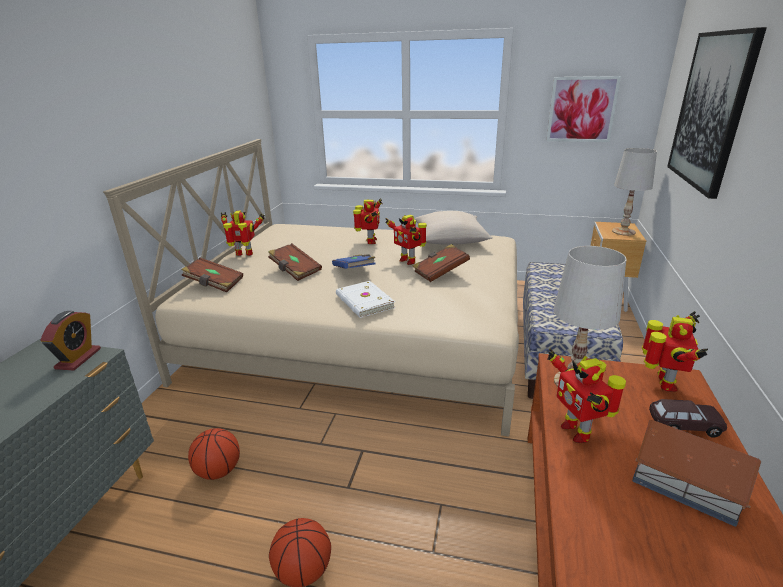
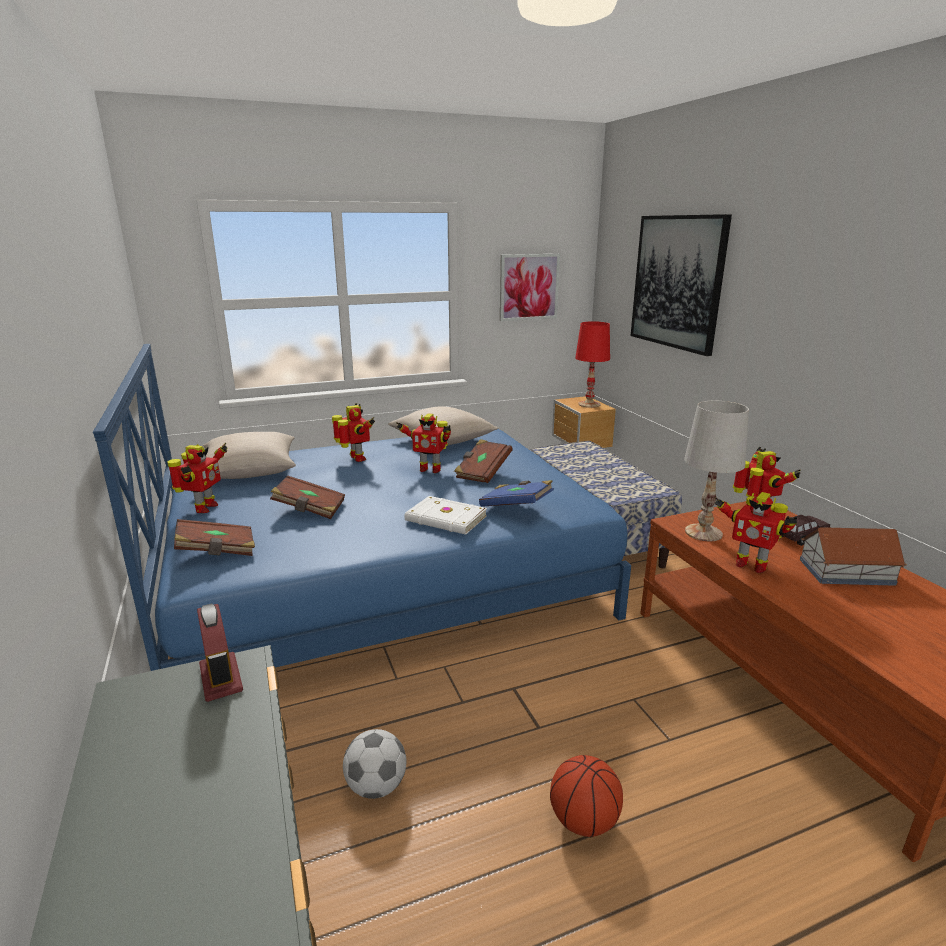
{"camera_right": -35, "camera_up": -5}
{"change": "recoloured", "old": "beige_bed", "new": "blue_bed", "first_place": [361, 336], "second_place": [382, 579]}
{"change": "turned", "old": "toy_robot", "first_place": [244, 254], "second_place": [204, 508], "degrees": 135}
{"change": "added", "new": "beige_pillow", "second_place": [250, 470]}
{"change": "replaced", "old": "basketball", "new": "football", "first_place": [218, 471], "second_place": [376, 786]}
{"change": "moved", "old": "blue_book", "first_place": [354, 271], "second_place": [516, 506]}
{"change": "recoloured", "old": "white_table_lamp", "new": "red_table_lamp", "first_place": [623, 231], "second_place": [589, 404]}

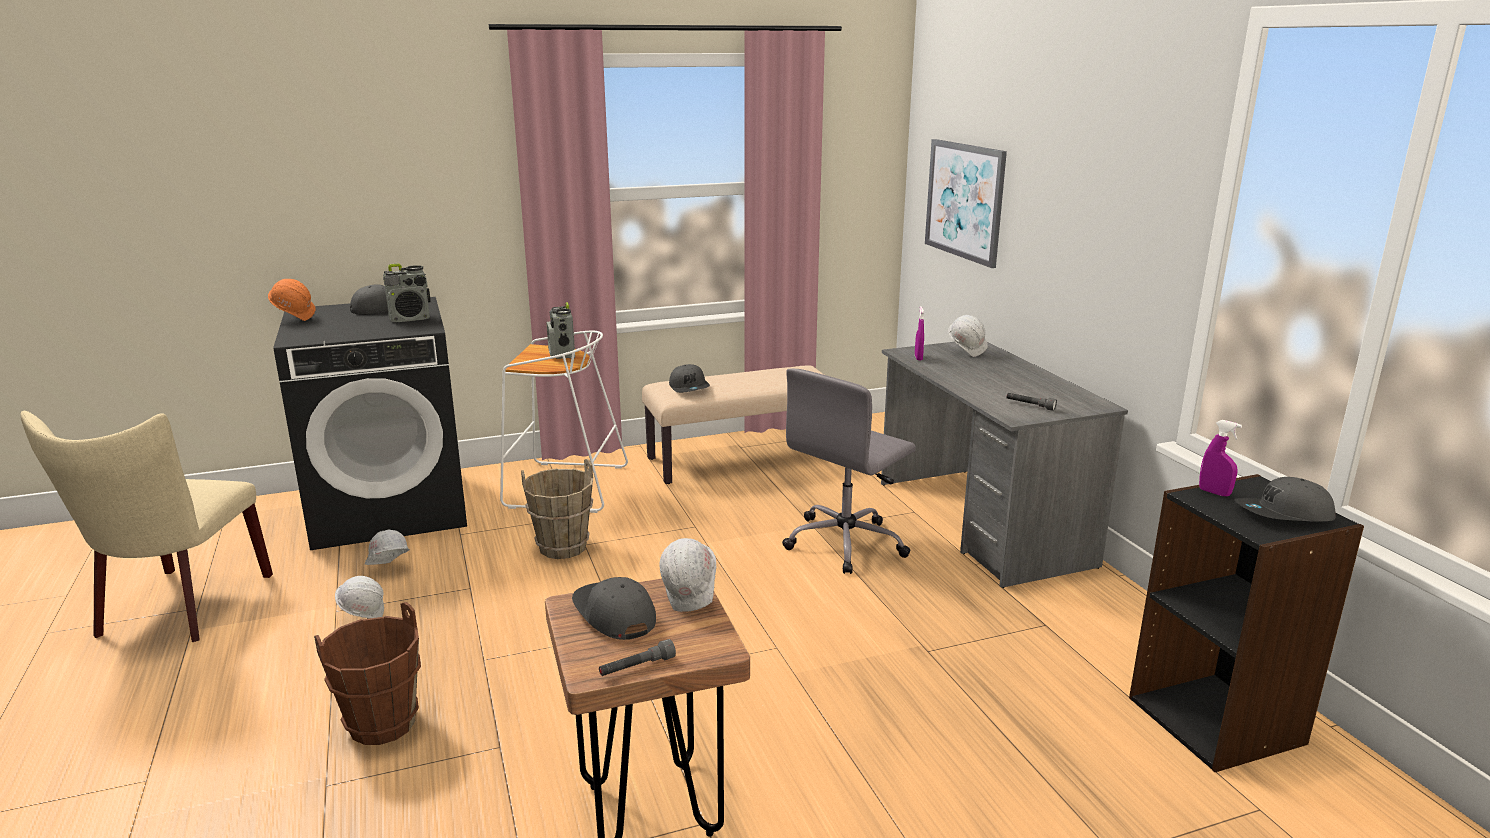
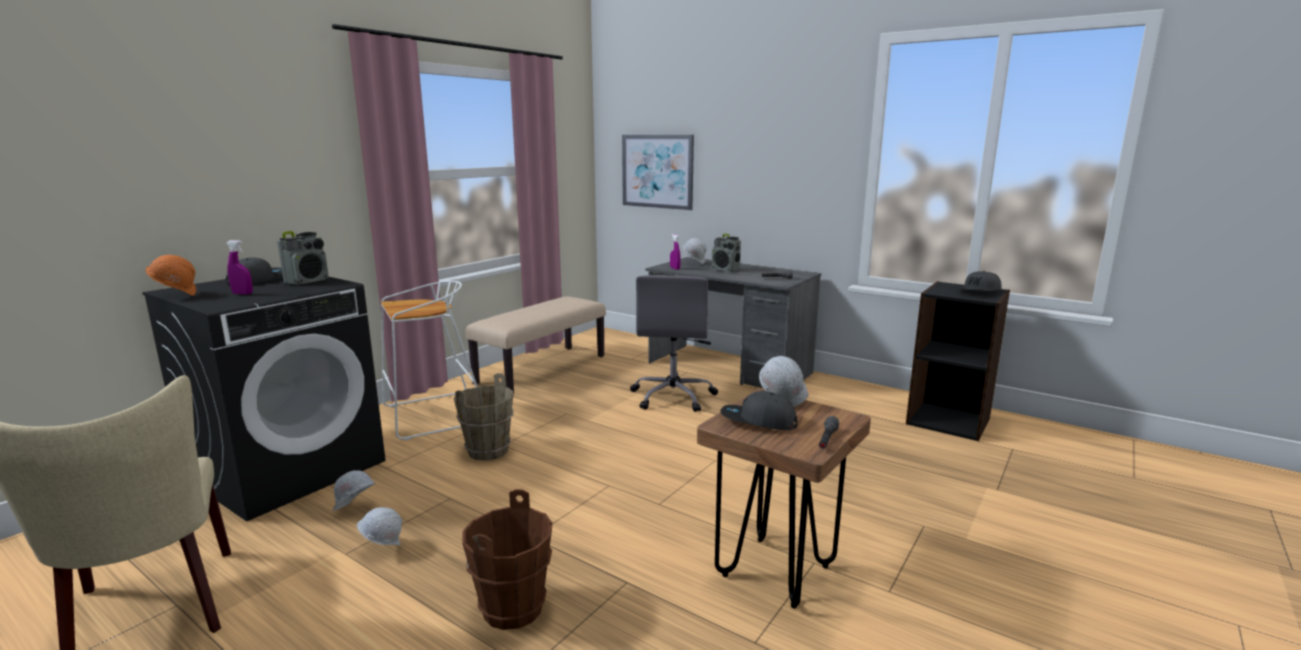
{"camera_right": -35, "camera_up": -5}
{"change": "moved", "old": "purple_spray_bottle", "first_place": [1214, 492], "second_place": [242, 294]}
{"change": "moved", "old": "radio", "first_place": [562, 354], "second_place": [725, 270]}
{"change": "removed", "old": "grey_cap", "first_place": [689, 387]}

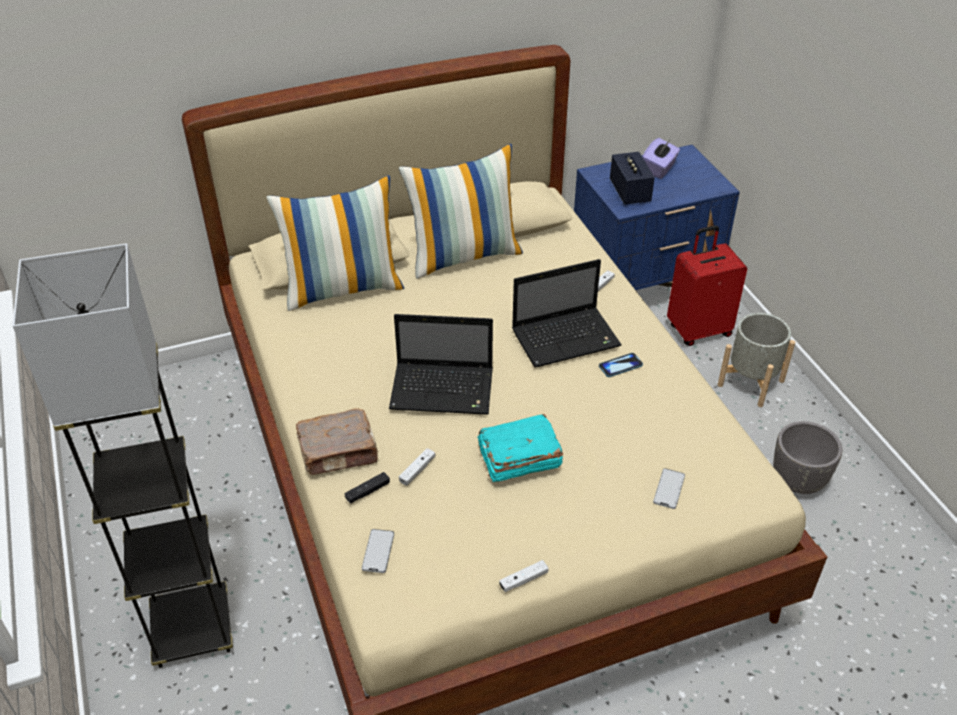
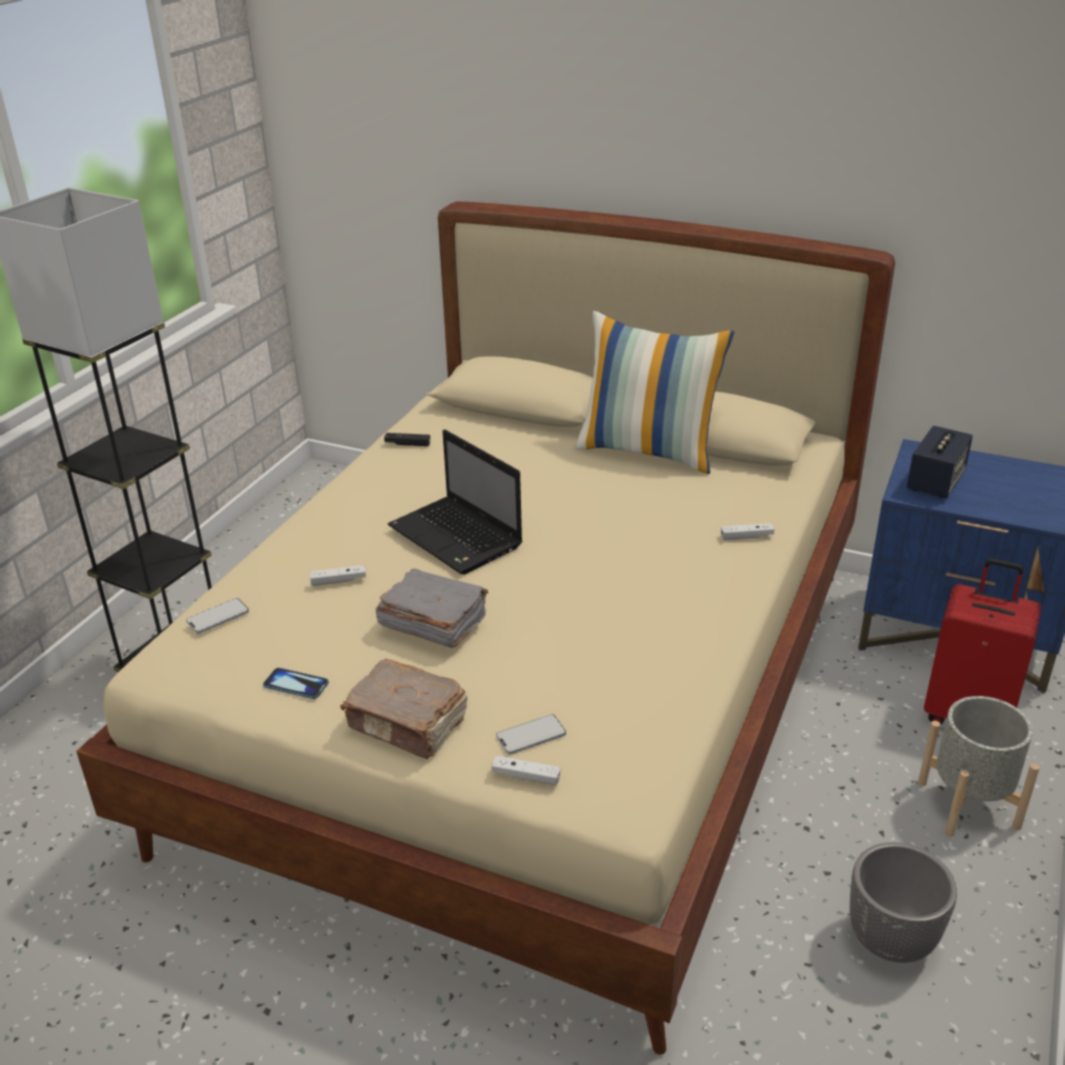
{"camera_right": 45, "camera_up": -10}
{"change": "moved", "old": "phone", "first_place": [620, 366], "second_place": [296, 685]}
{"change": "moved", "old": "brown_book", "first_place": [339, 452], "second_place": [408, 724]}
{"change": "recoloured", "old": "turquoise_book", "new": "grey_book", "first_place": [518, 459], "second_place": [432, 622]}
{"change": "moved", "old": "black_game_controller", "first_place": [367, 492], "second_place": [407, 444]}
{"change": "moved", "old": "white_game_controller", "first_place": [523, 580], "second_place": [526, 776]}
{"change": "removed", "old": "pillow", "first_place": [343, 288]}
{"change": "removed", "old": "laptop", "first_place": [567, 338]}
{"change": "removed", "old": "purple_tissue_box", "first_place": [659, 169]}

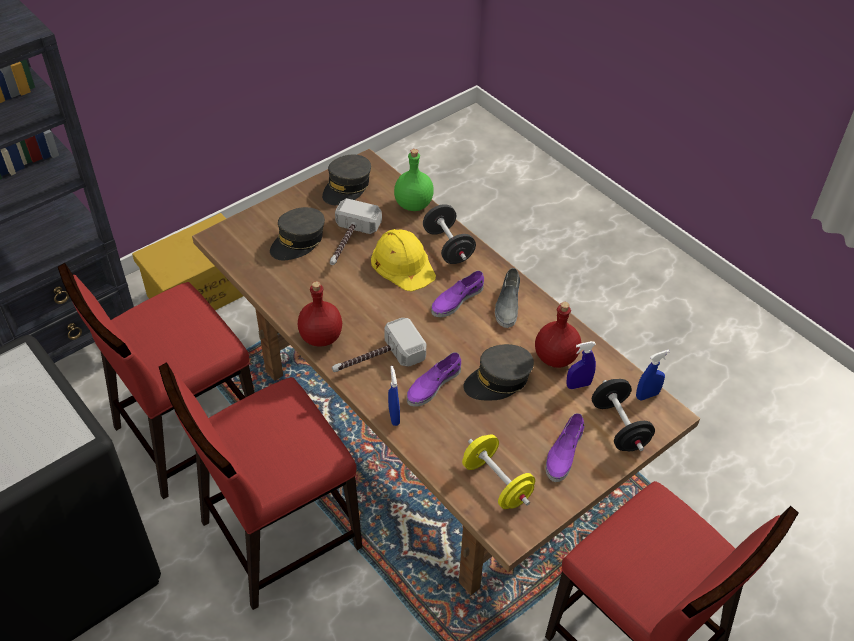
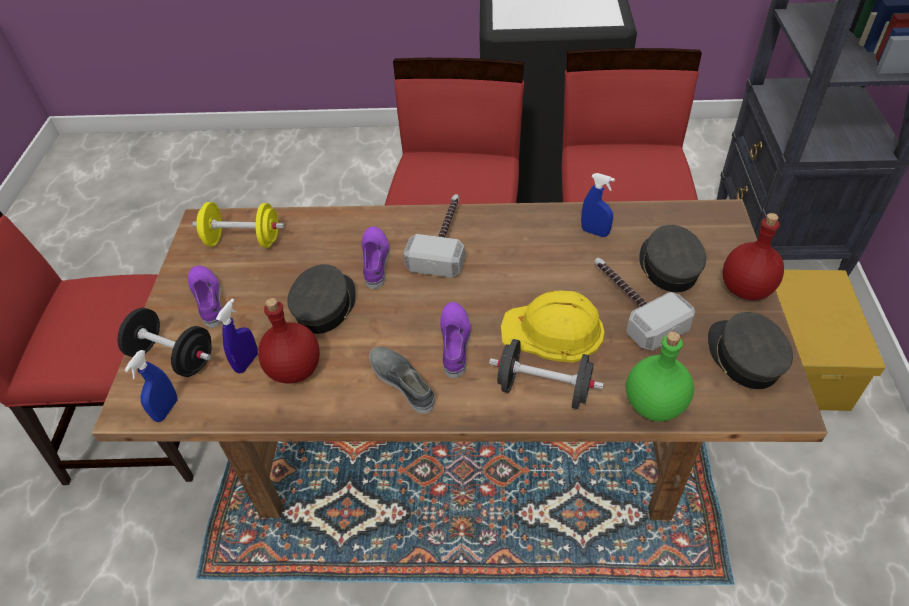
{"camera_right": 135, "camera_up": 0}
{"change": "moved", "old": "blue_spray_bottle", "first_place": [394, 416], "second_place": [595, 232]}
{"change": "moved", "old": "red_bottle", "first_place": [321, 338], "second_place": [745, 288]}

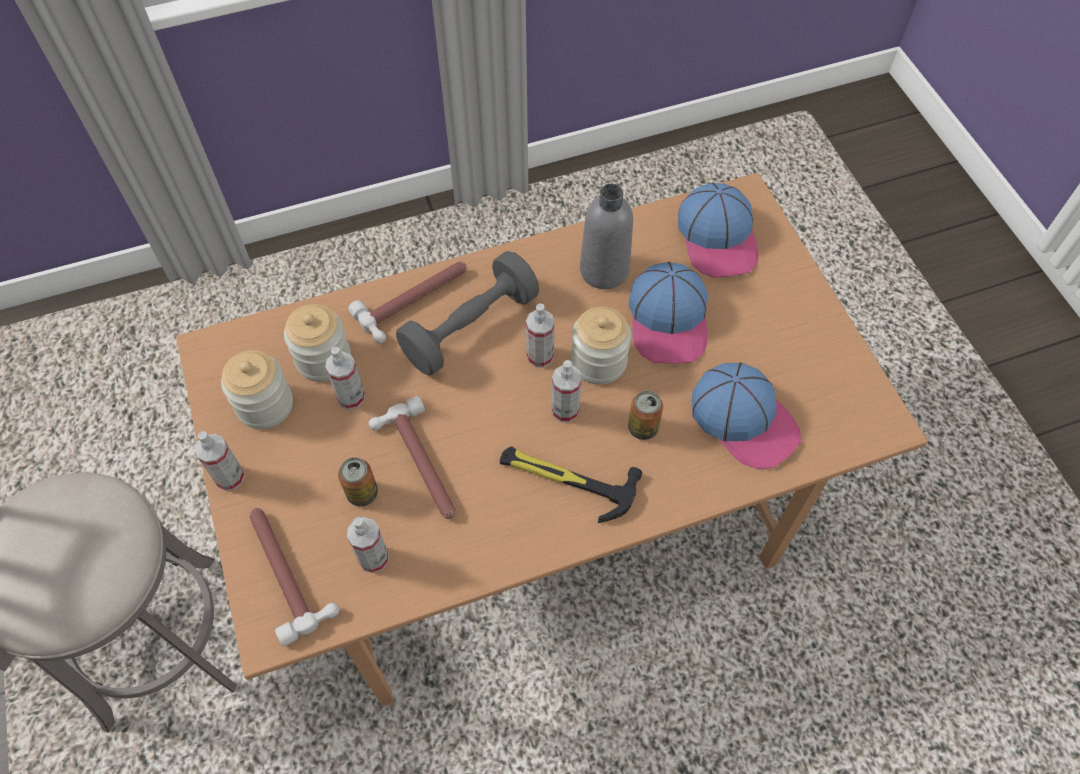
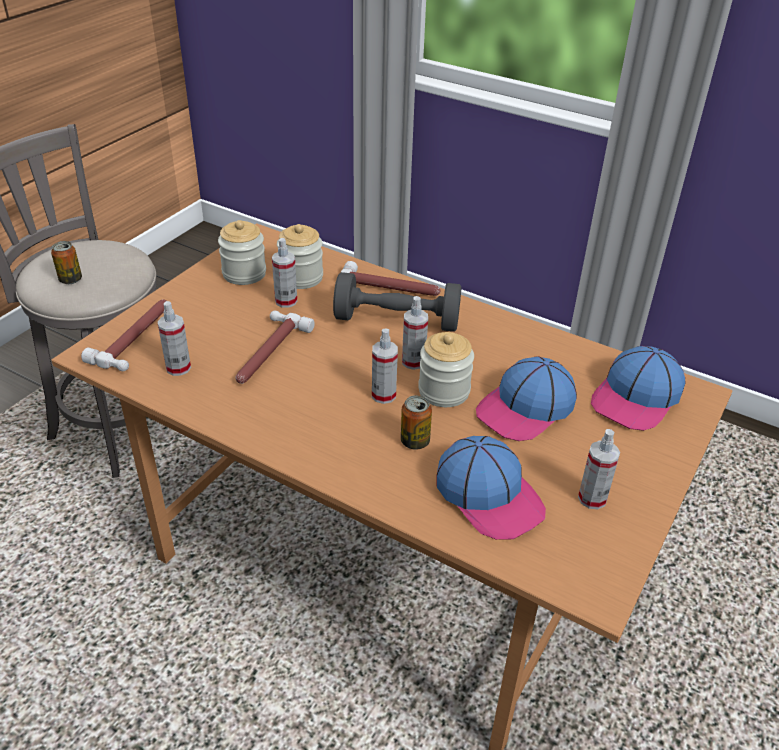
{"camera_right": 50, "camera_up": -20}
{"change": "moved", "old": "can", "first_place": [362, 493], "second_place": [70, 279]}
{"change": "turned", "old": "cap", "first_place": [744, 420], "second_place": [489, 495], "degrees": -45}
{"change": "moved", "old": "spray_bottle", "first_place": [230, 477], "second_place": [592, 498]}
{"change": "removed", "old": "hammer", "first_place": [566, 480]}
{"change": "removed", "old": "grey_bottle", "first_place": [604, 270]}

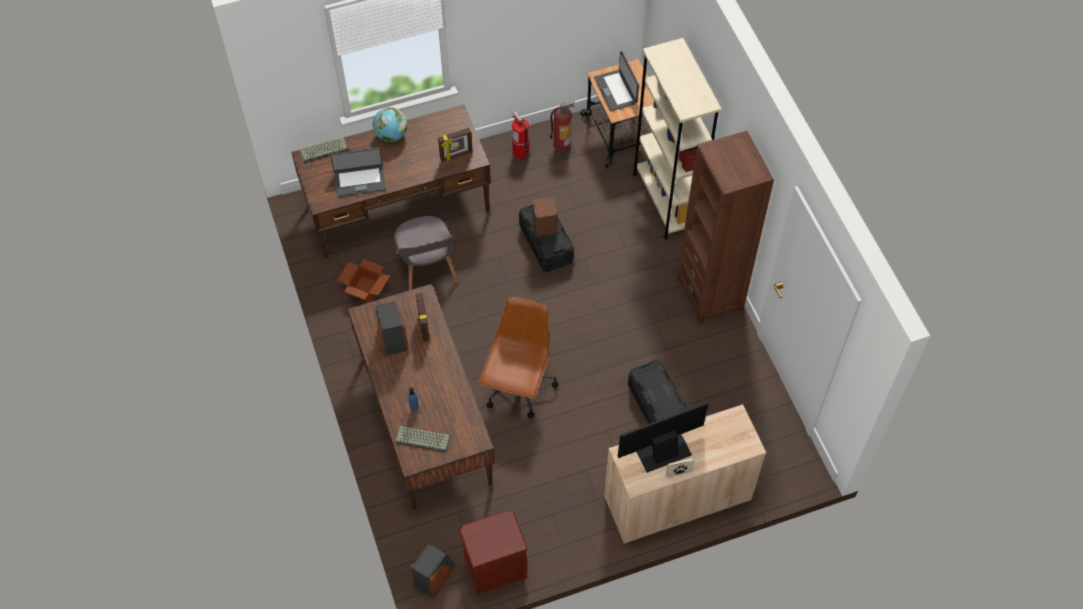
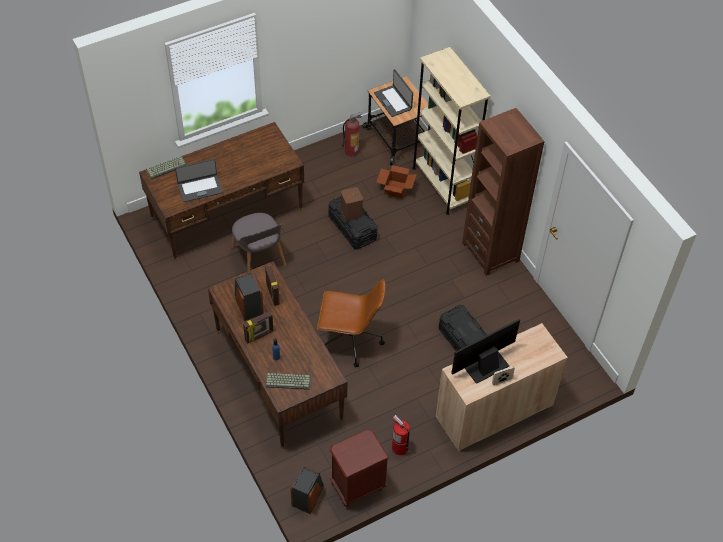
{"camera_right": -10, "camera_up": -5}
{"change": "moved", "old": "picture_frame", "first_place": [456, 155], "second_place": [259, 336]}
{"change": "turned", "old": "brown_office_chair", "first_place": [518, 387], "second_place": [350, 340], "degrees": 90}
{"change": "moved", "old": "cardboard_box", "first_place": [365, 288], "second_place": [395, 188]}
{"change": "moved", "old": "fire_extinguisher", "first_place": [520, 152], "second_place": [399, 448]}
{"change": "removed", "old": "globe", "first_place": [391, 135]}

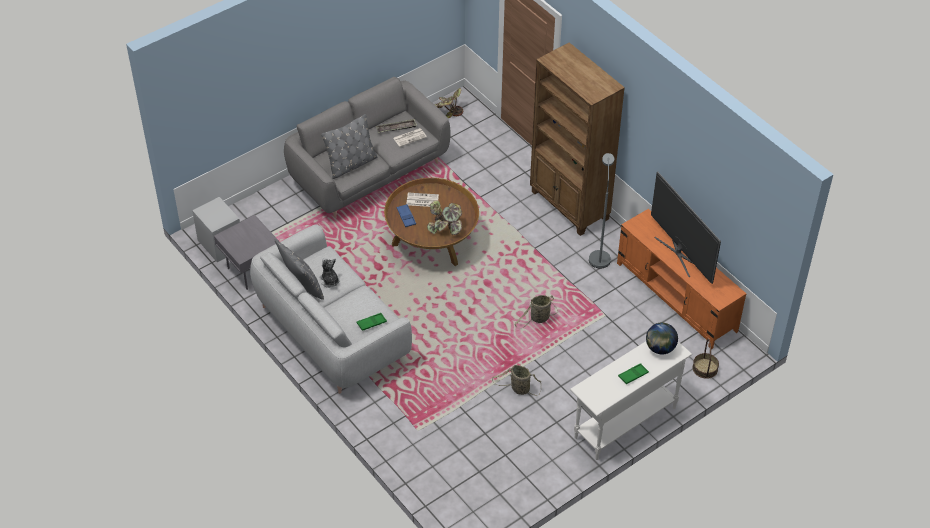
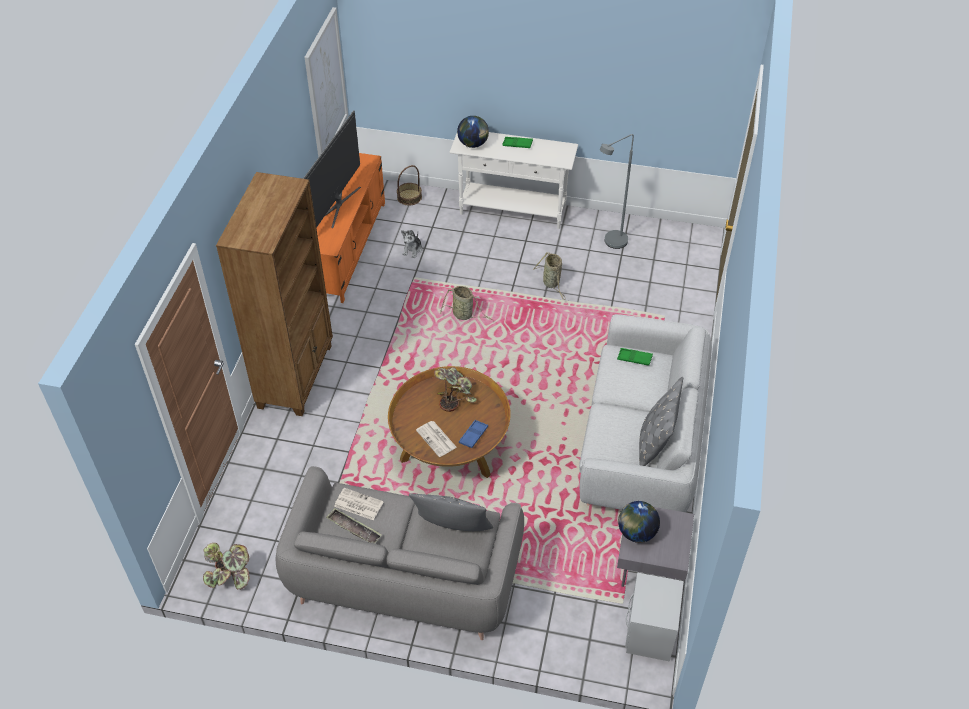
{"camera_right": -130, "camera_up": 0}
{"change": "added", "new": "picture", "second_place": [325, 87]}
{"change": "moved", "old": "plush_toy", "first_place": [329, 281], "second_place": [412, 250]}
{"change": "moved", "old": "grey_floor_lamp", "first_place": [599, 255], "second_place": [611, 243]}
{"change": "added", "new": "globe", "second_place": [636, 532]}

